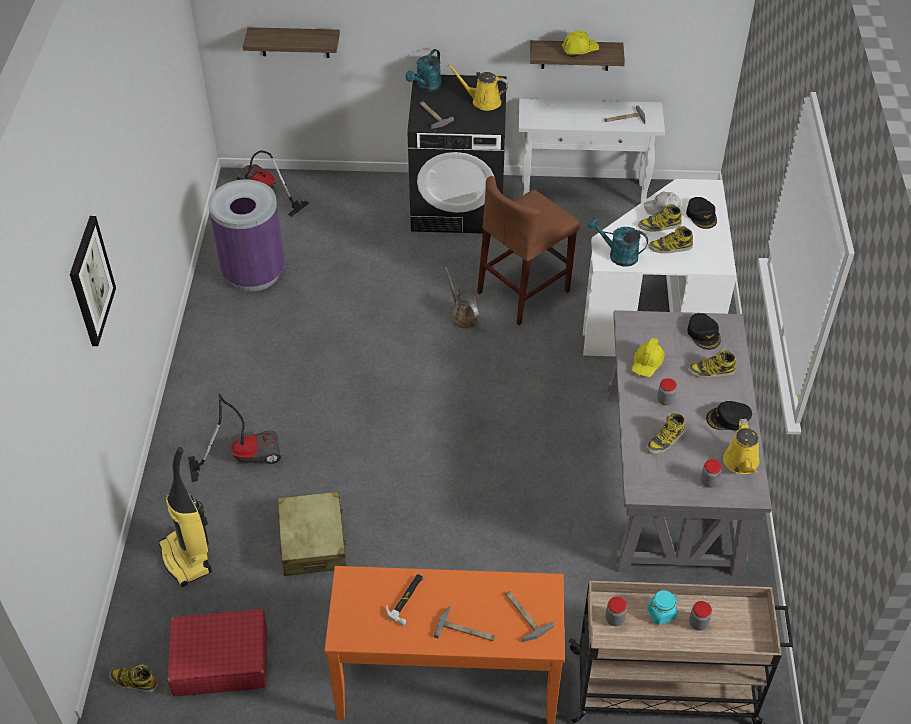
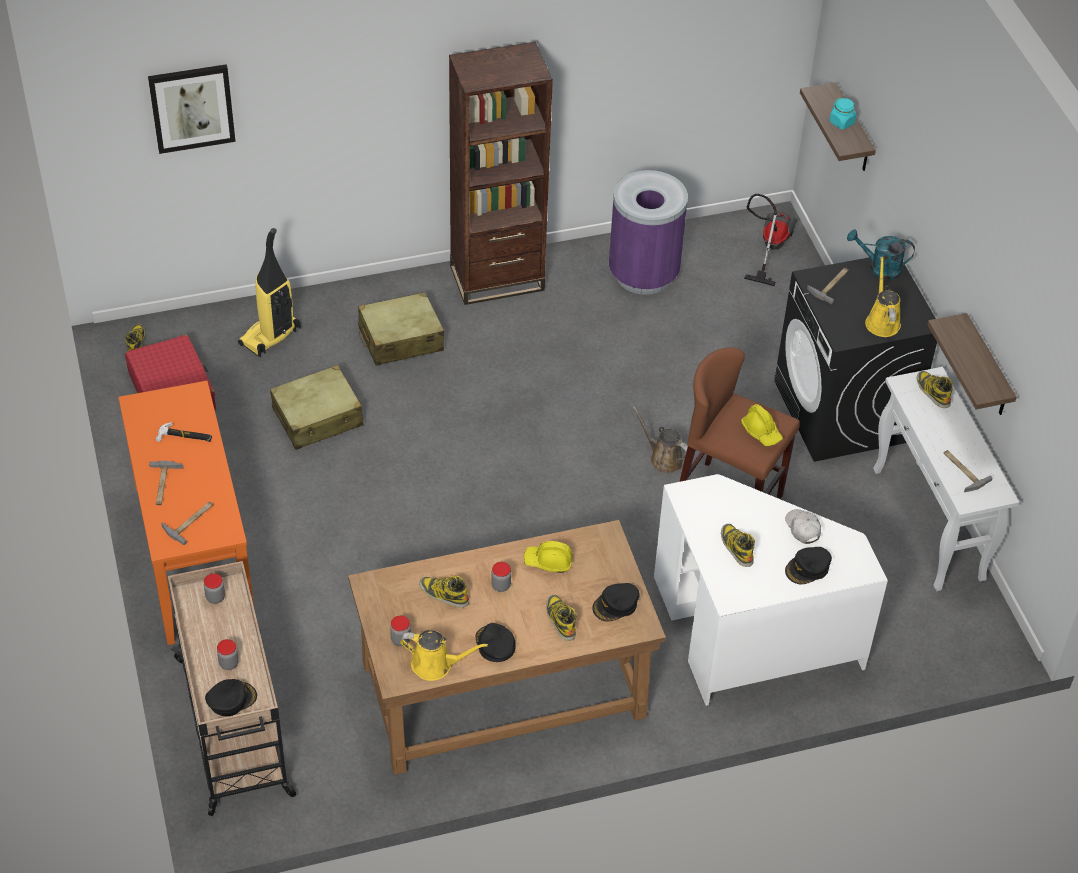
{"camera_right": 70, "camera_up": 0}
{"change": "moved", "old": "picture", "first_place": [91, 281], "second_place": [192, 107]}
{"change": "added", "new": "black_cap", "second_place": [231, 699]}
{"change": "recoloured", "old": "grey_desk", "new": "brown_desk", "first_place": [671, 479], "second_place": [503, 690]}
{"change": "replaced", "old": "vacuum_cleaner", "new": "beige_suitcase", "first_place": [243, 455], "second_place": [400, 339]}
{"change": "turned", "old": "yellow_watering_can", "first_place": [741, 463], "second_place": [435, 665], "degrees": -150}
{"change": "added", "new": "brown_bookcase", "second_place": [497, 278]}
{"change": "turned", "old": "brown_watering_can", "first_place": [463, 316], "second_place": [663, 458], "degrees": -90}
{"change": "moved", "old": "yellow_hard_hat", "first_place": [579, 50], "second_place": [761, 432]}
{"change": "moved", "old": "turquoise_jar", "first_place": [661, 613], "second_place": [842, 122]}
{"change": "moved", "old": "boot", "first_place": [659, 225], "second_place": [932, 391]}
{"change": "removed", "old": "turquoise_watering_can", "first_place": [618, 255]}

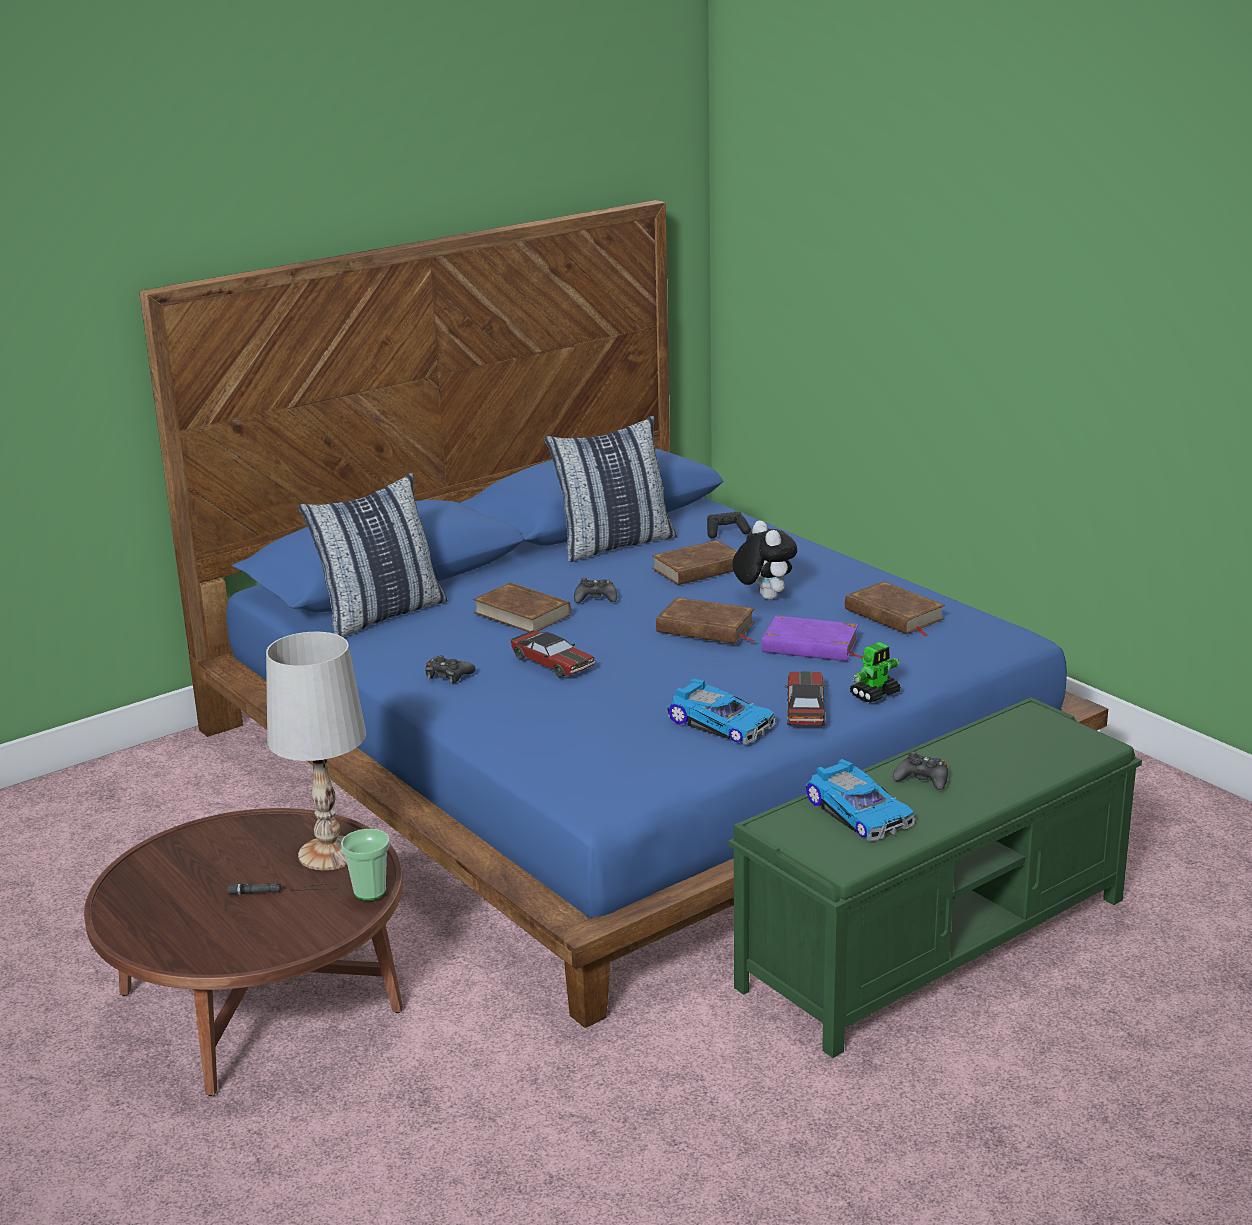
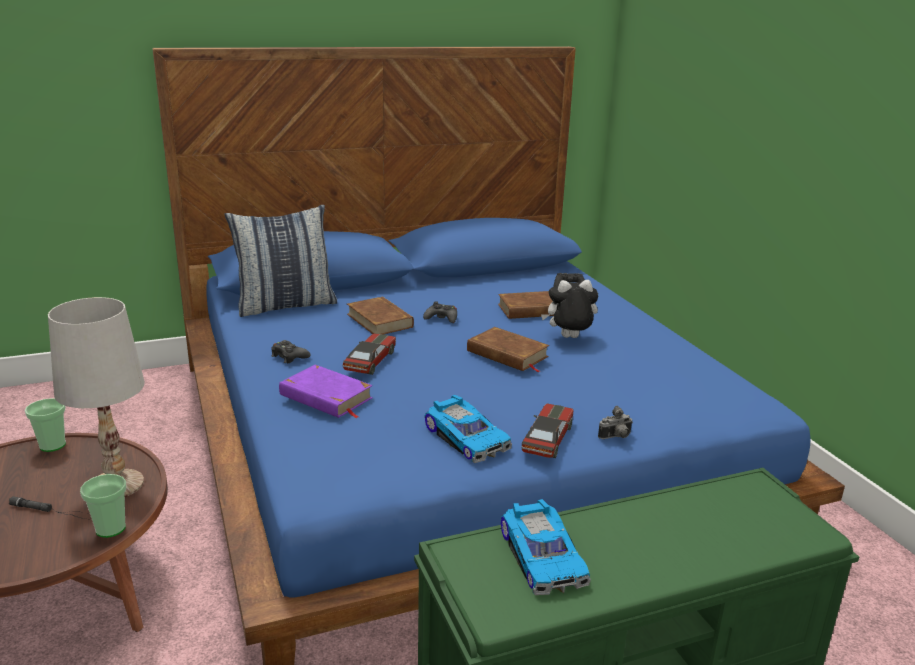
{"camera_right": 15, "camera_up": 0}
{"change": "added", "new": "cup", "second_place": [52, 445]}
{"change": "moved", "old": "purple_book", "first_place": [810, 646], "second_place": [326, 397]}
{"change": "turned", "old": "toy_car", "first_place": [552, 663], "second_place": [370, 361], "degrees": -135}
{"change": "turned", "old": "plush_toy", "first_place": [763, 597], "second_place": [569, 338], "degrees": -90}
{"change": "replaced", "old": "toy_robot", "new": "photo_camera", "first_place": [875, 694], "second_place": [616, 437]}
{"change": "removed", "old": "pillow", "first_place": [614, 544]}
{"change": "removed", "old": "brown_book", "first_place": [894, 615]}
{"change": "removed", "old": "black_game_controller", "first_place": [922, 779]}

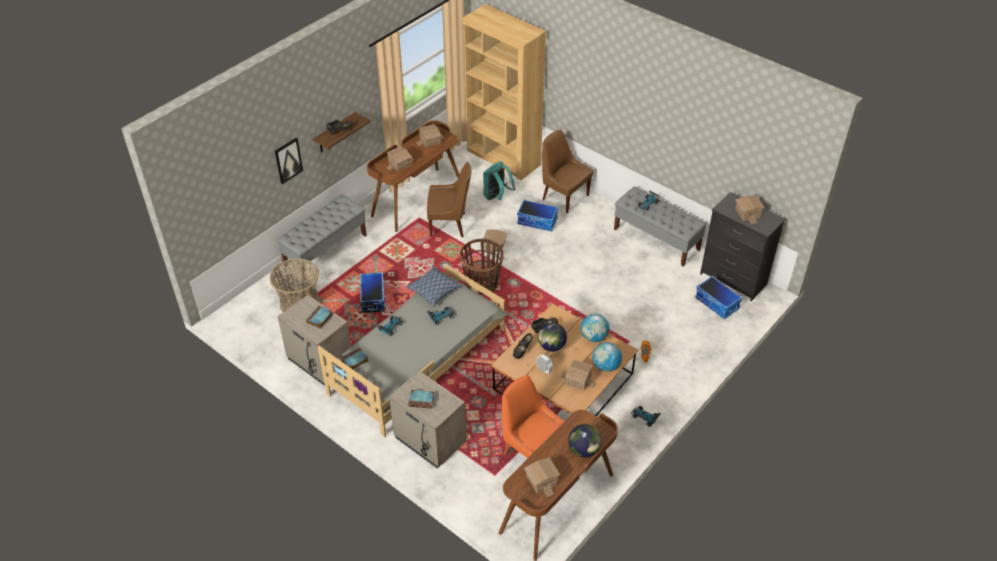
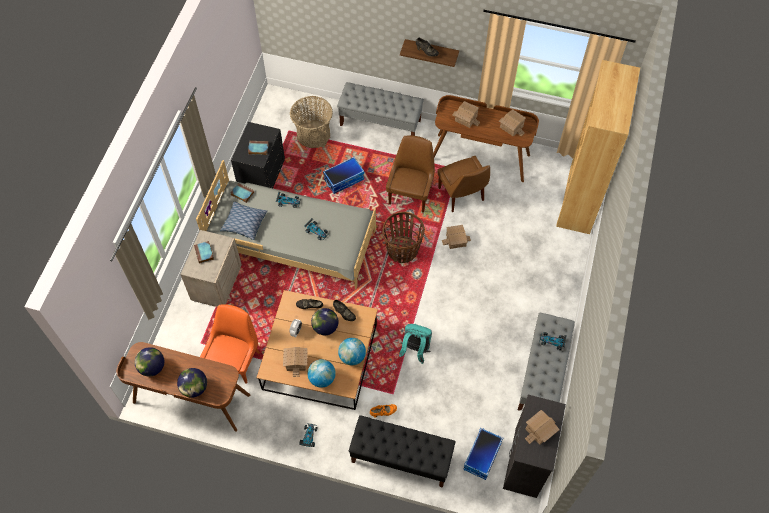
{"camera_right": 65, "camera_up": 15}
{"change": "replaced", "old": "toy_house", "new": "globe", "first_place": [541, 480], "second_place": [152, 367]}
{"change": "moved", "old": "pillow", "first_place": [434, 290], "second_place": [244, 223]}
{"change": "recoloured", "old": "beige_nightstand", "new": "black_nightstand", "first_place": [319, 361], "second_place": [261, 175]}
{"change": "added", "new": "black_bench", "second_place": [400, 458]}
{"change": "moved", "old": "brown_chair", "first_place": [564, 196], "second_place": [410, 194]}
{"change": "moved", "old": "turquoise_backpack", "first_place": [497, 196], "second_place": [415, 350]}
{"change": "removed", "old": "picture", "first_place": [288, 160]}
{"change": "removed", "old": "storage_box", "first_place": [537, 221]}

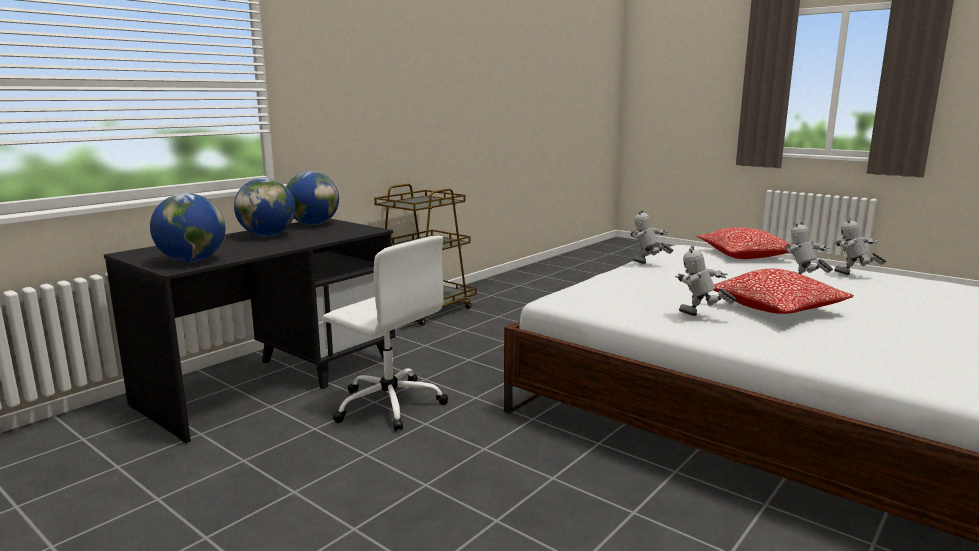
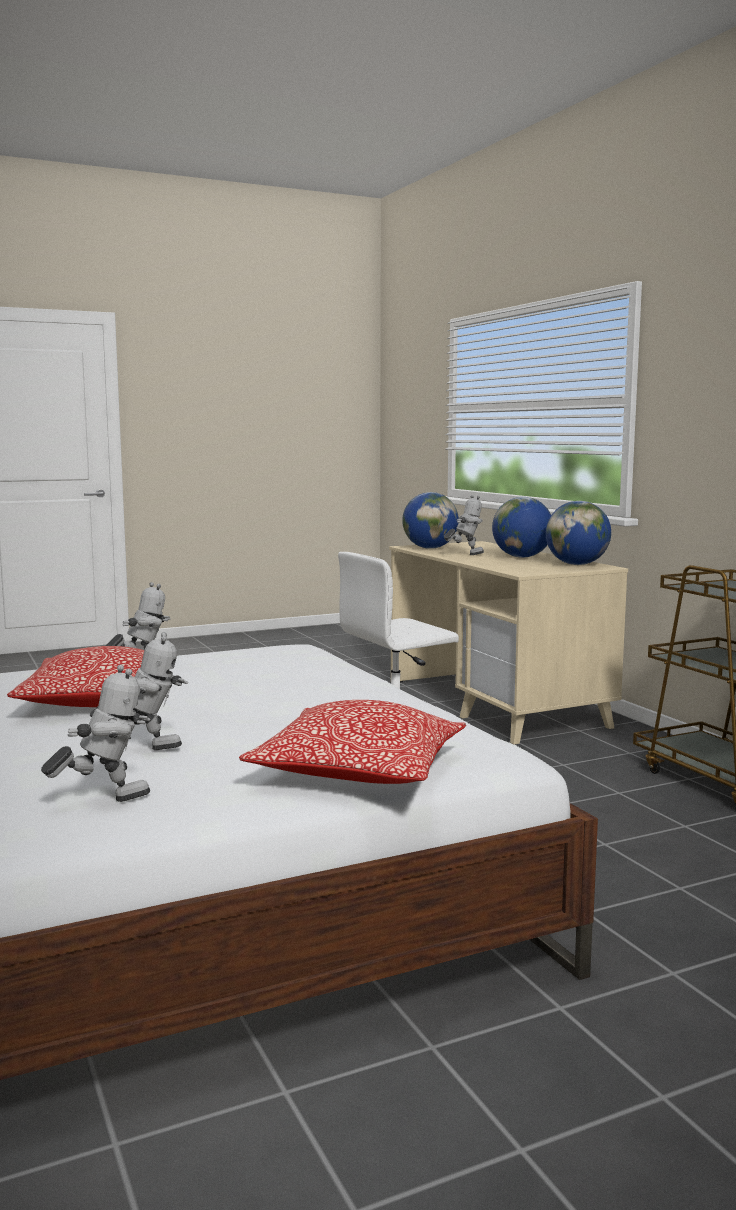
{"camera_right": 115, "camera_up": -5}
{"change": "recoloured", "old": "black_desk", "new": "beige_desk", "first_place": [273, 381], "second_place": [496, 704]}
{"change": "moved", "old": "toy_robot", "first_place": [647, 264], "second_place": [465, 555]}

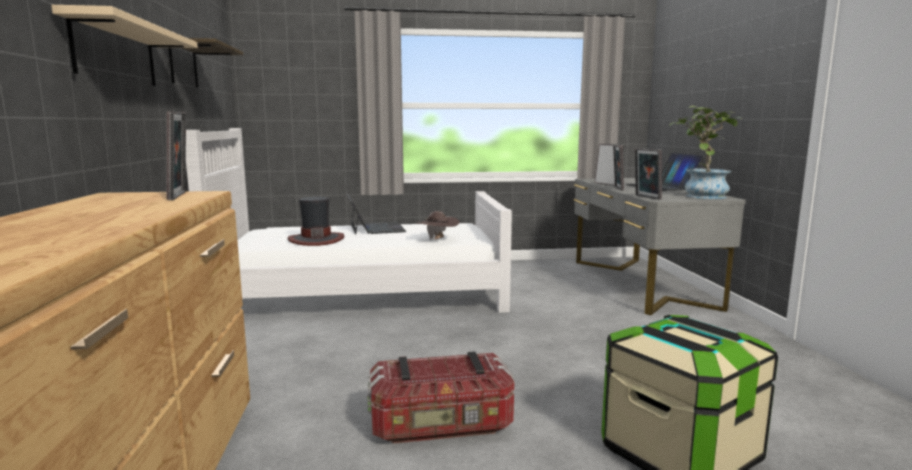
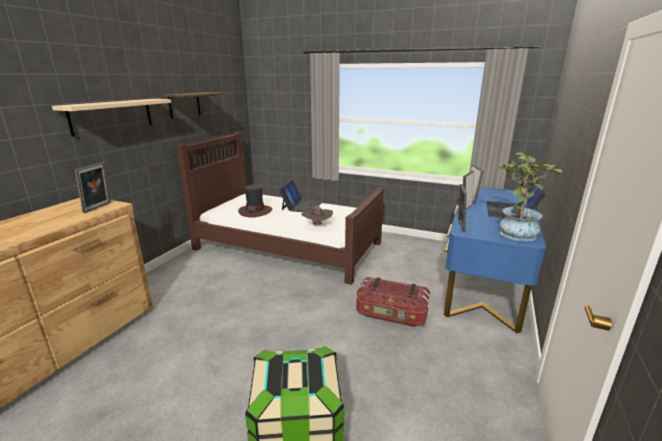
{"camera_right": 30, "camera_up": 10}
{"change": "recoloured", "old": "white_bed", "new": "brown_bed", "first_place": [362, 294], "second_place": [287, 246]}
{"change": "moved", "old": "storage_box", "first_place": [441, 426], "second_place": [391, 315]}
{"change": "recoloured", "old": "grey_desk", "new": "blue_desk", "first_place": [640, 283], "second_place": [483, 282]}

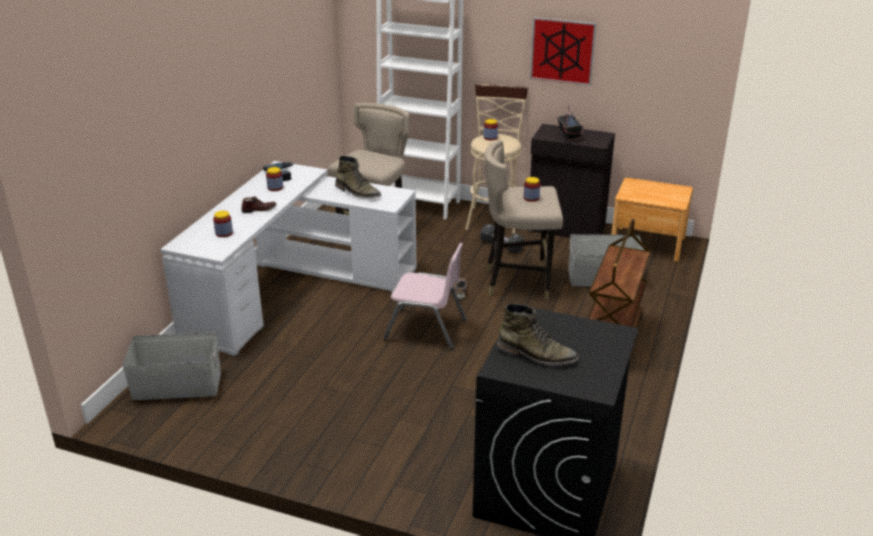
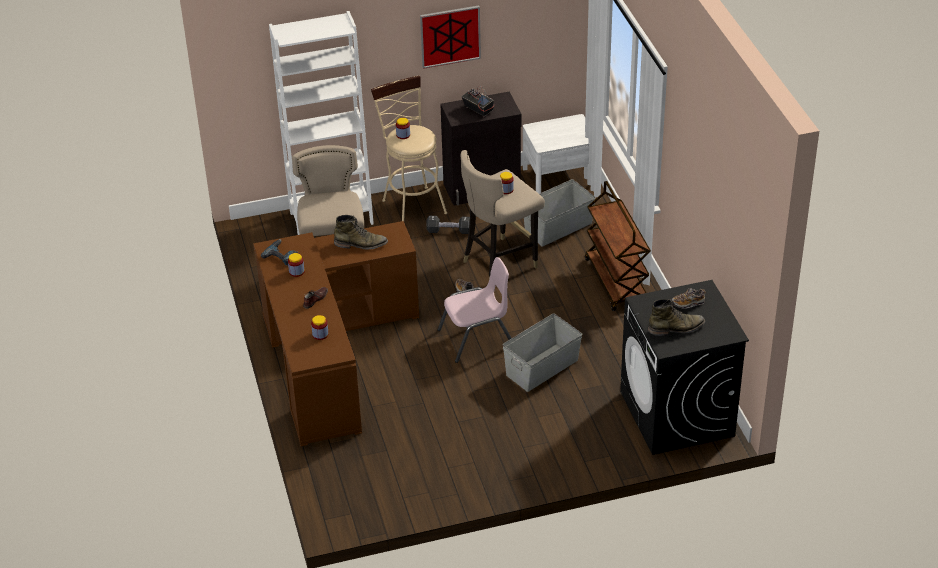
{"camera_right": -35, "camera_up": 10}
{"change": "recoloured", "old": "white_desk", "new": "brown_desk", "first_place": [293, 288], "second_place": [328, 353]}
{"change": "moved", "old": "grey_storage_box", "first_place": [177, 385], "second_place": [541, 367]}
{"change": "recoloured", "old": "brown_nightstand", "new": "white_nightstand", "first_place": [647, 243], "second_place": [559, 176]}
{"change": "added", "new": "shoe", "second_place": [688, 303]}

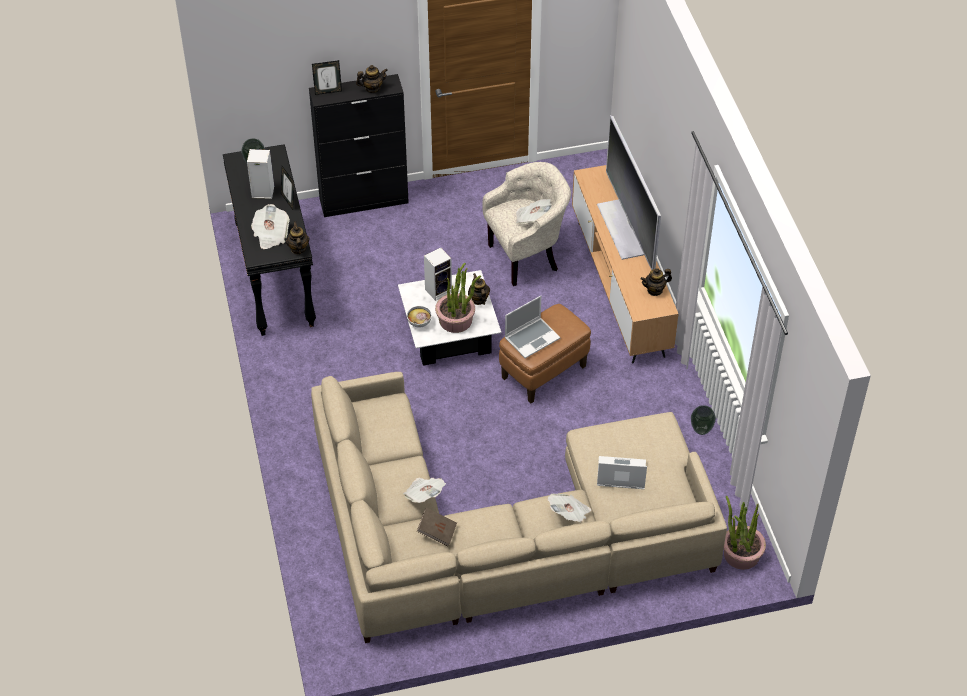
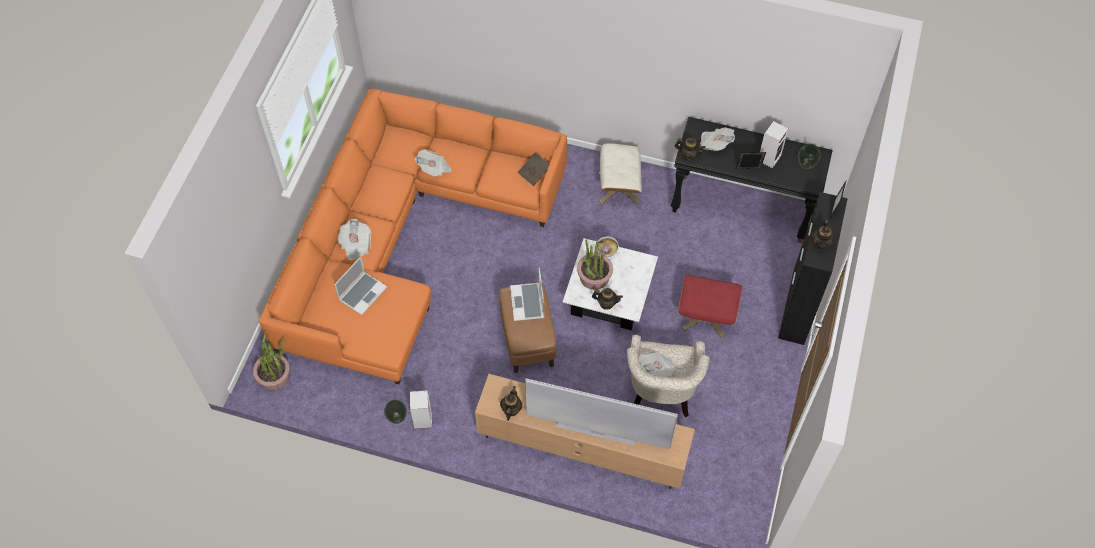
{"camera_right": 120, "camera_up": 10}
{"change": "recoloured", "old": "beige_sofa", "new": "orange_sofa", "first_place": [501, 533], "second_place": [403, 238]}
{"change": "moved", "old": "speaker", "first_place": [439, 290], "second_place": [423, 420]}
{"change": "moved", "old": "brown_book", "first_place": [437, 532], "second_place": [534, 173]}
{"change": "added", "new": "beige_ottoman", "second_place": [618, 187]}
{"change": "added", "new": "red_ottoman", "second_place": [706, 315]}

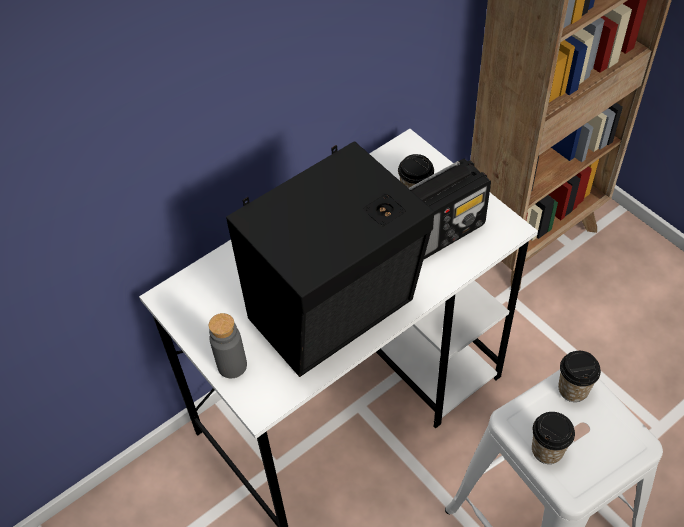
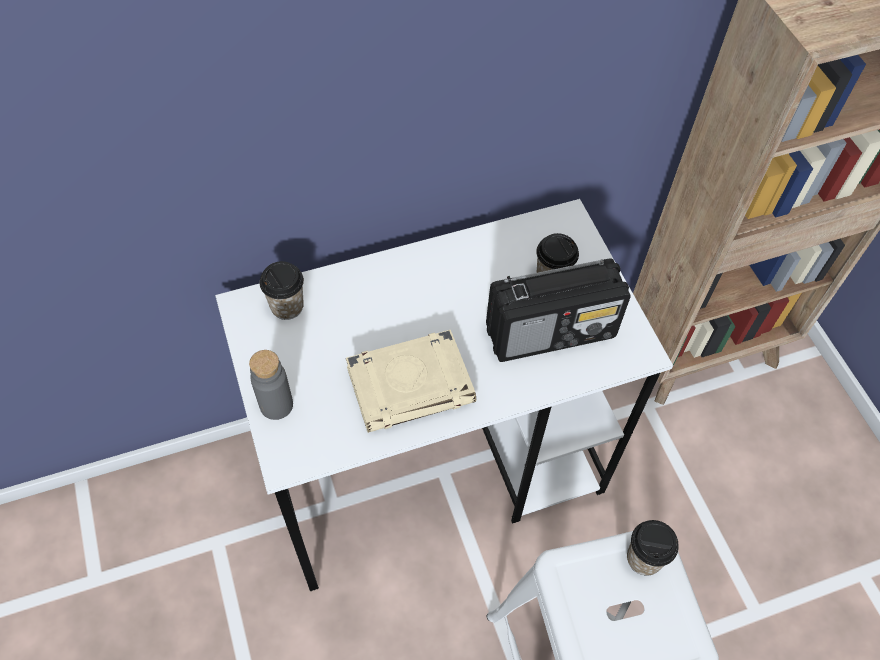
{"camera_right": 15, "camera_up": 5}
{"change": "moved", "old": "cup", "first_place": [547, 450], "second_place": [287, 306]}
{"change": "replaced", "old": "black_speaker", "new": "beige_book", "first_place": [338, 313], "second_place": [411, 385]}

